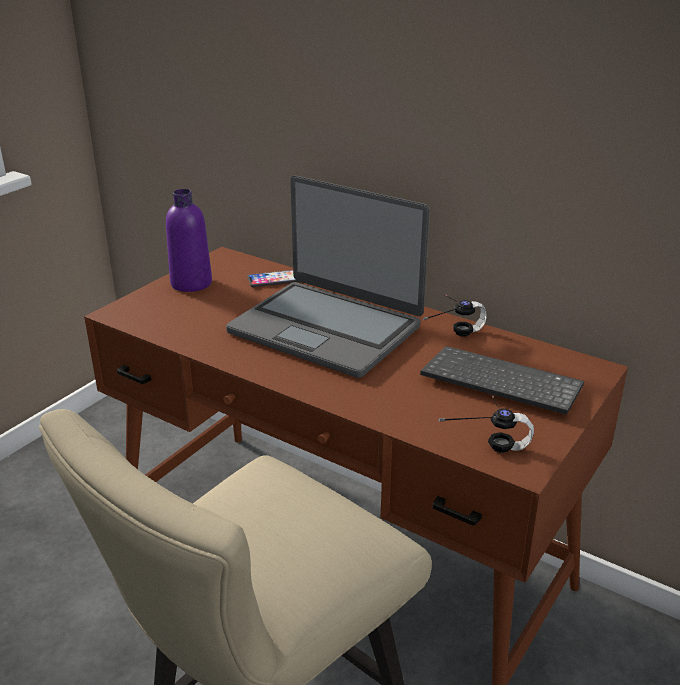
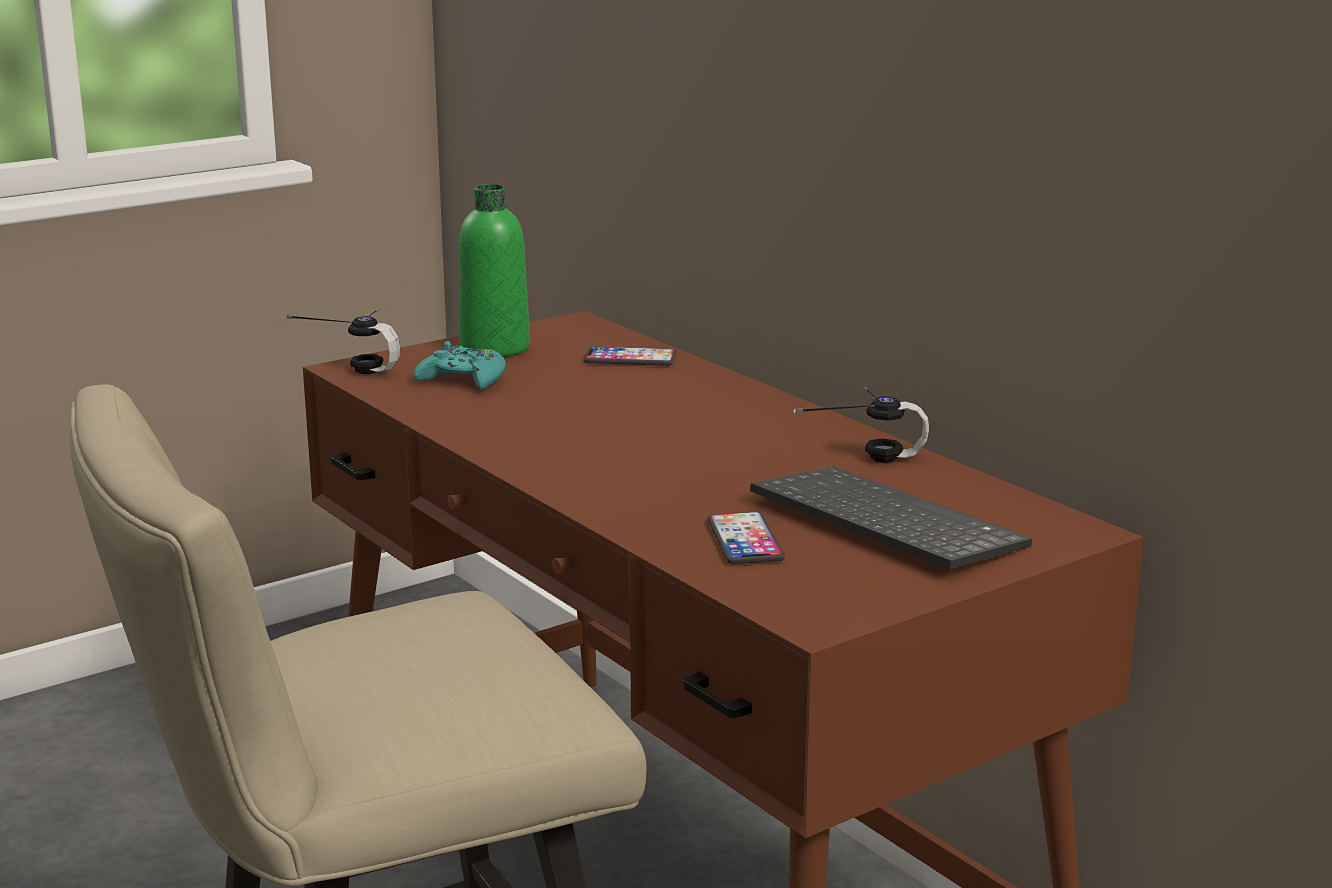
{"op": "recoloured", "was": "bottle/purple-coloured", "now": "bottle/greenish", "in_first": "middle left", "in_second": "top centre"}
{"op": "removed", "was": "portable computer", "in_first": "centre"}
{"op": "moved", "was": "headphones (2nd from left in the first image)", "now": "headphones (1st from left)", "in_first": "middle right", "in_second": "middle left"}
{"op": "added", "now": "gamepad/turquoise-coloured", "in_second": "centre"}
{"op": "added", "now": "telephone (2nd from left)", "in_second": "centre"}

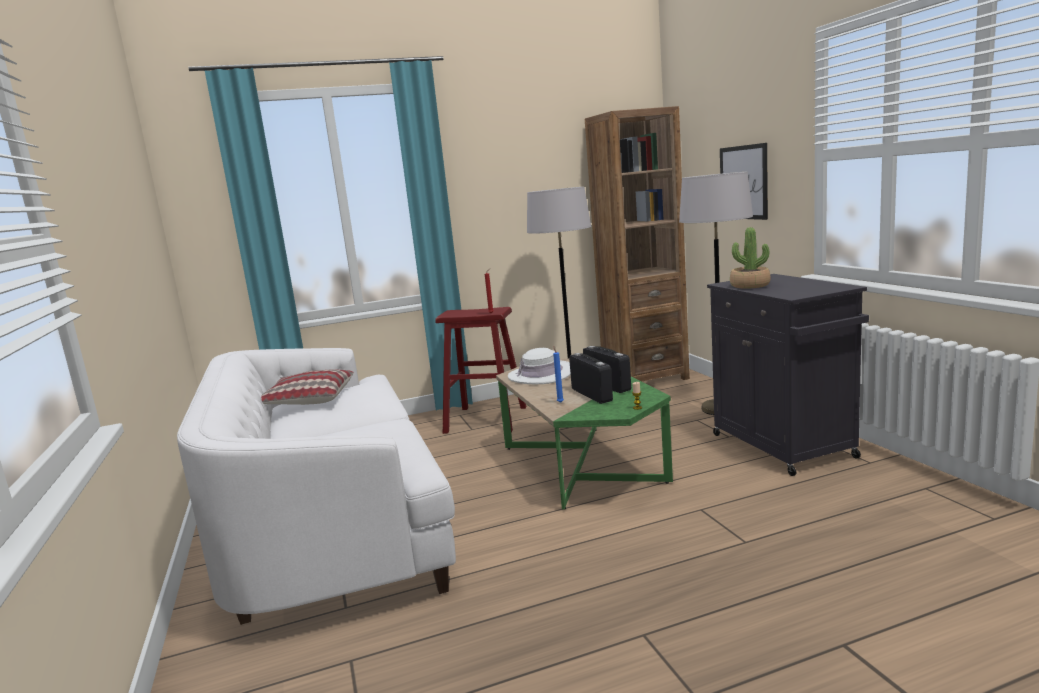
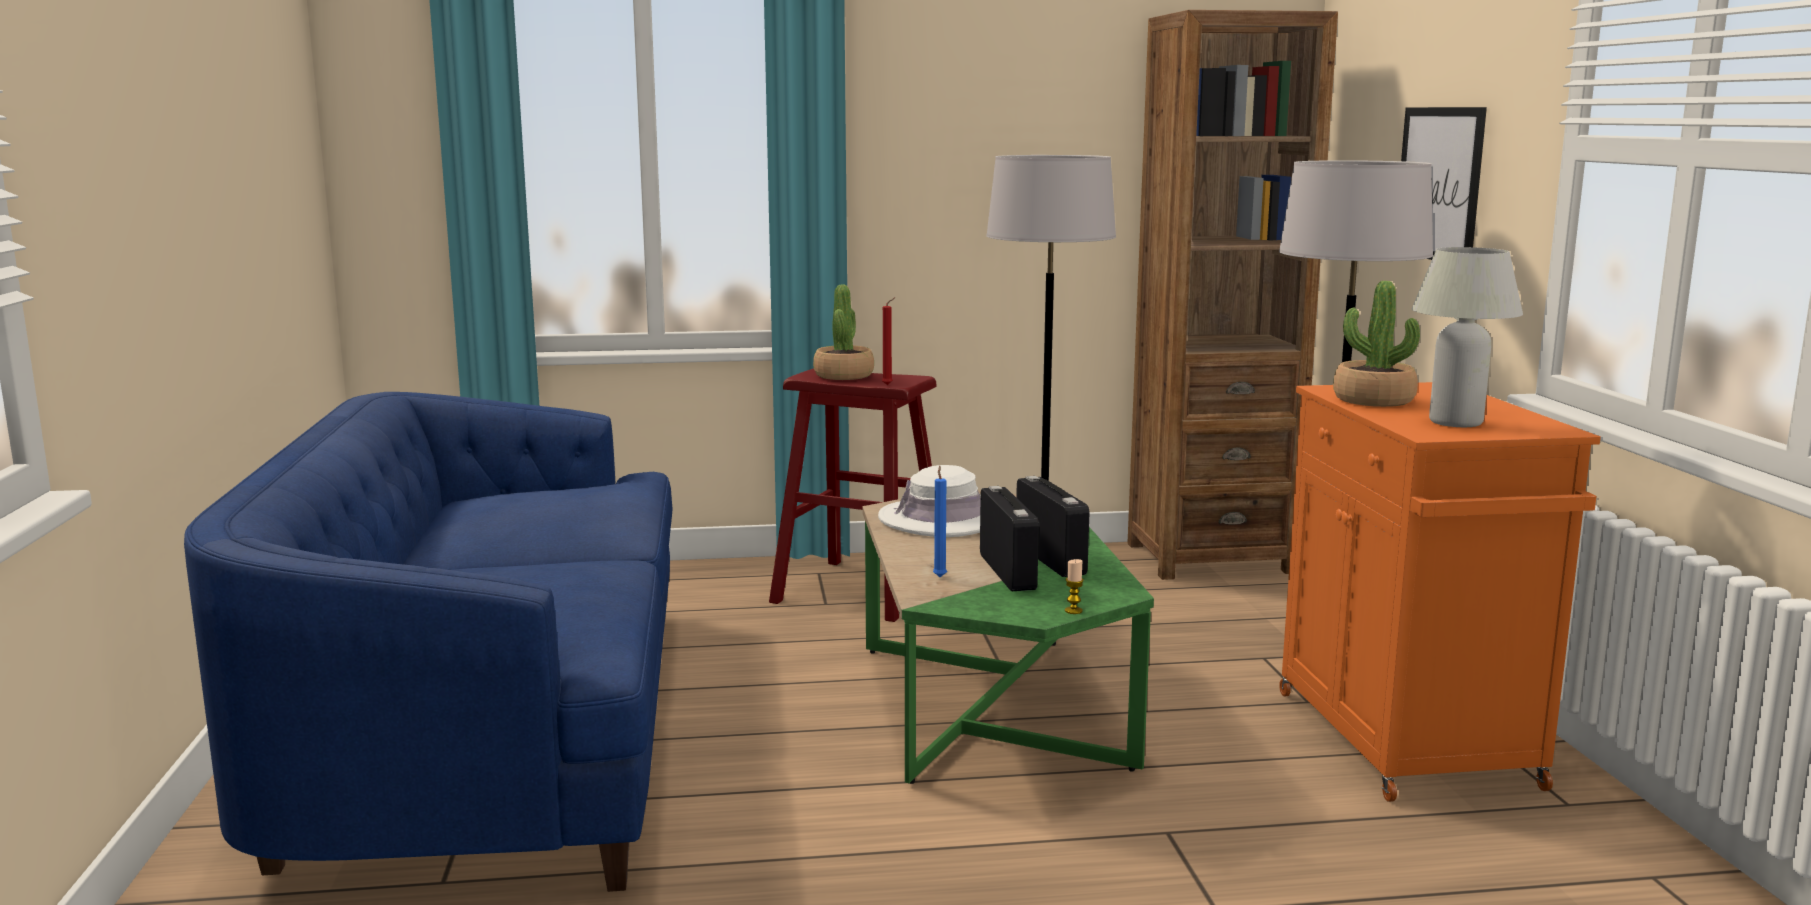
{"op": "recoloured", "was": "sofa/white-coloured", "now": "sofa/blue", "in_first": "bottom left", "in_second": "bottom left"}
{"op": "removed", "was": "throw pillow", "in_first": "middle left"}
{"op": "recoloured", "was": "storage cabinet/black", "now": "storage cabinet/orange-coloured", "in_first": "middle right", "in_second": "middle right"}
{"op": "added", "now": "plant in a pot (1st from left)", "in_second": "centre"}
{"op": "added", "now": "tabletop lamp/white-coloured", "in_second": "middle right"}

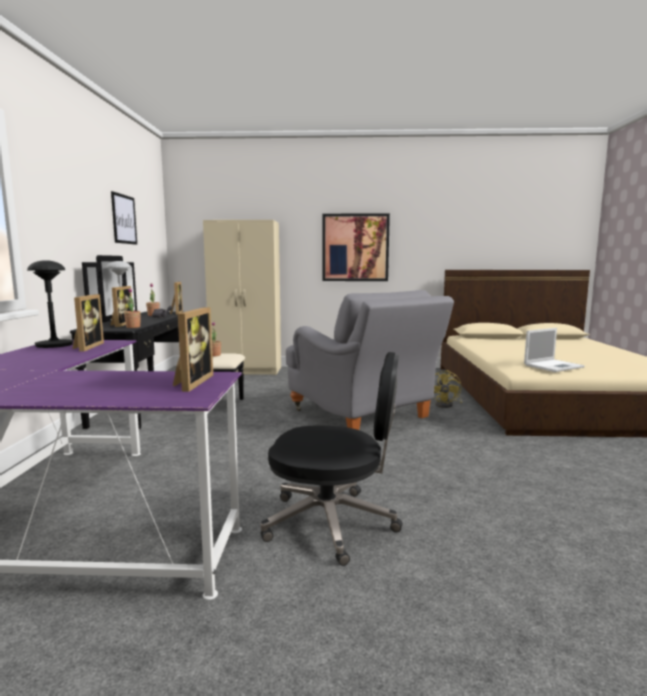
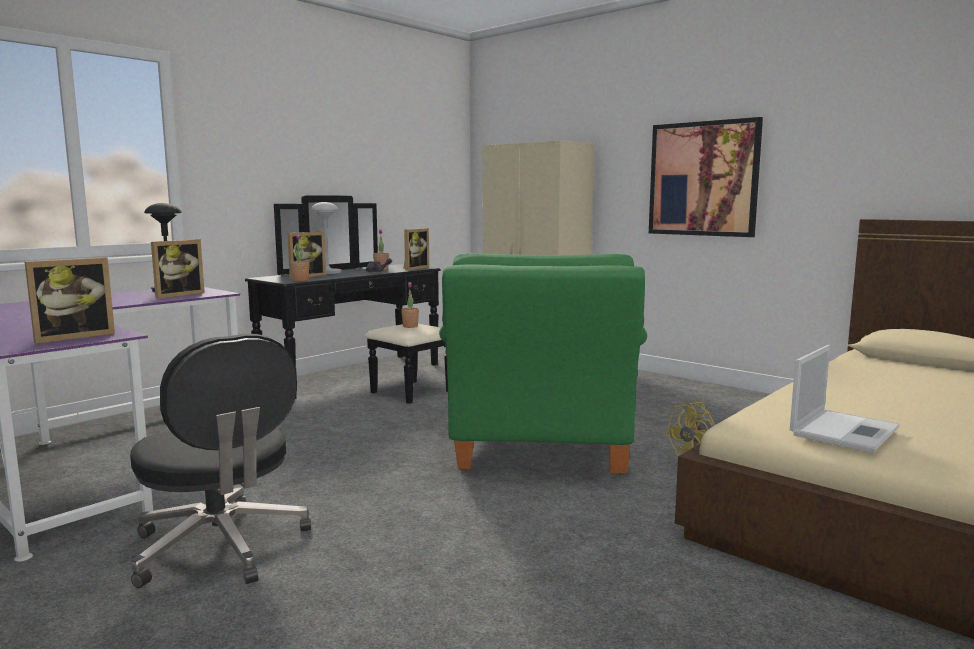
{"op": "removed", "was": "picture (1st from left)", "in_first": "top left"}
{"op": "recoloured", "was": "armchair/greyish", "now": "armchair/greenish", "in_first": "centre", "in_second": "centre"}
{"op": "turned", "was": "portable computer", "in_first": "middle right", "in_second": "middle right", "clockwise": -60}

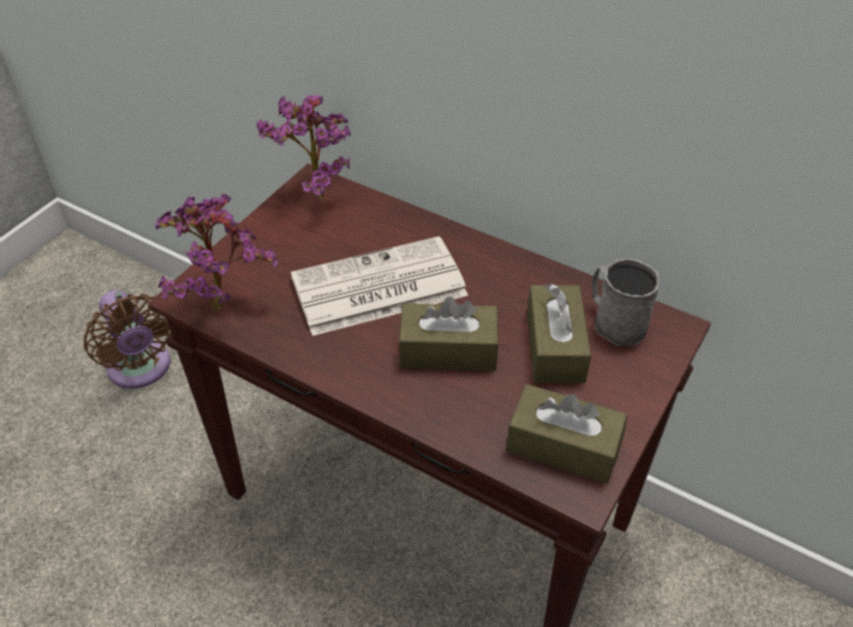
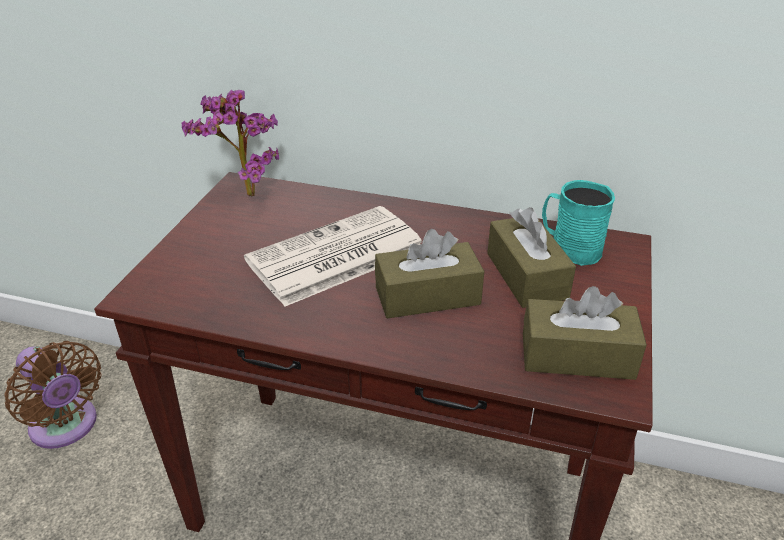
{"op": "removed", "was": "plant in a pot (1st from left)", "in_first": "middle left"}
{"op": "recoloured", "was": "tea mug/greyish", "now": "tea mug/turquoise-coloured", "in_first": "middle right", "in_second": "middle right"}

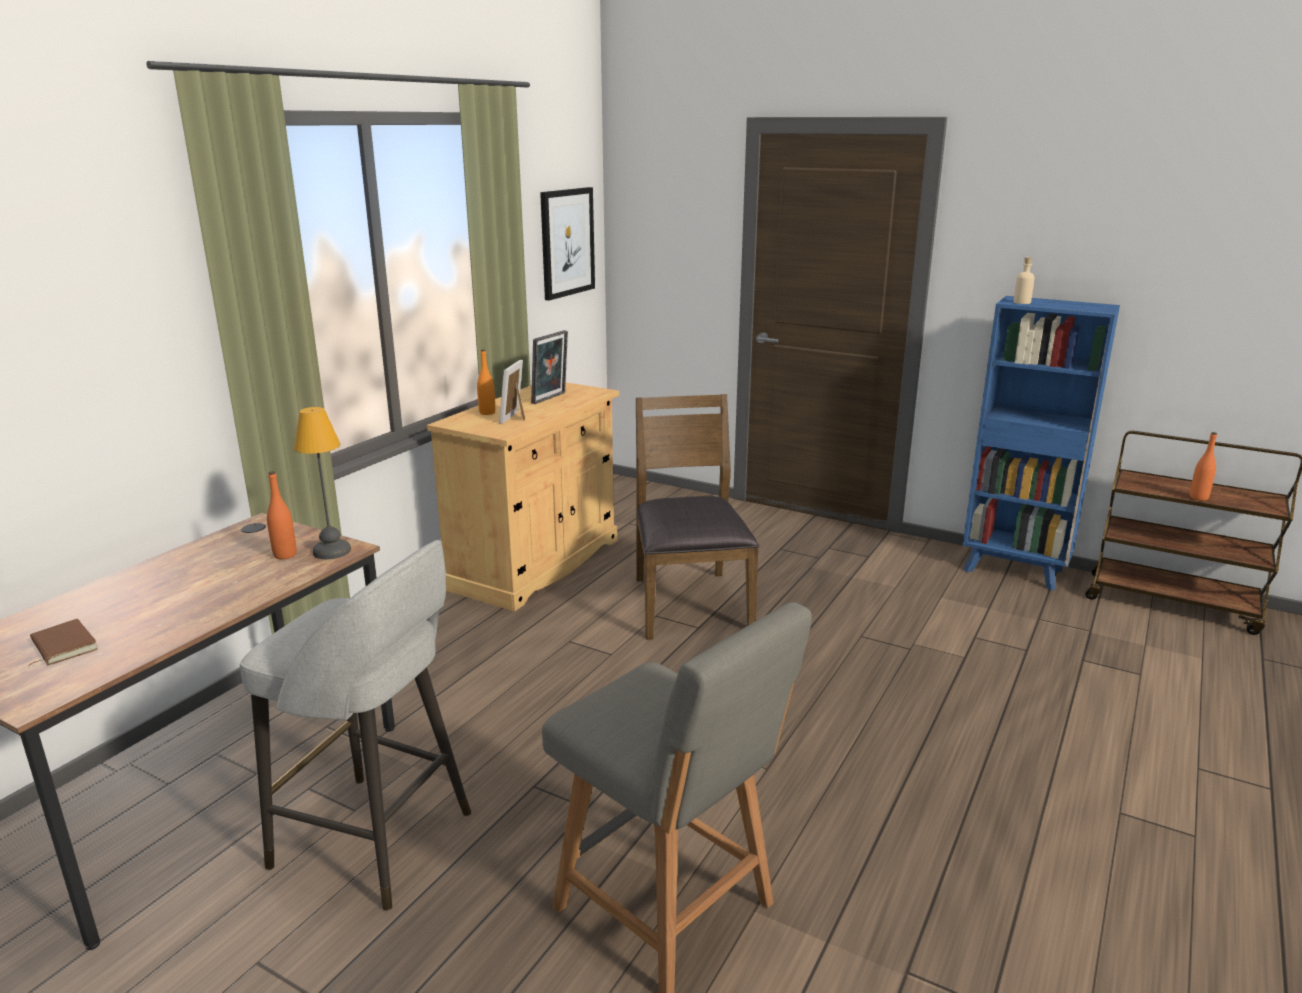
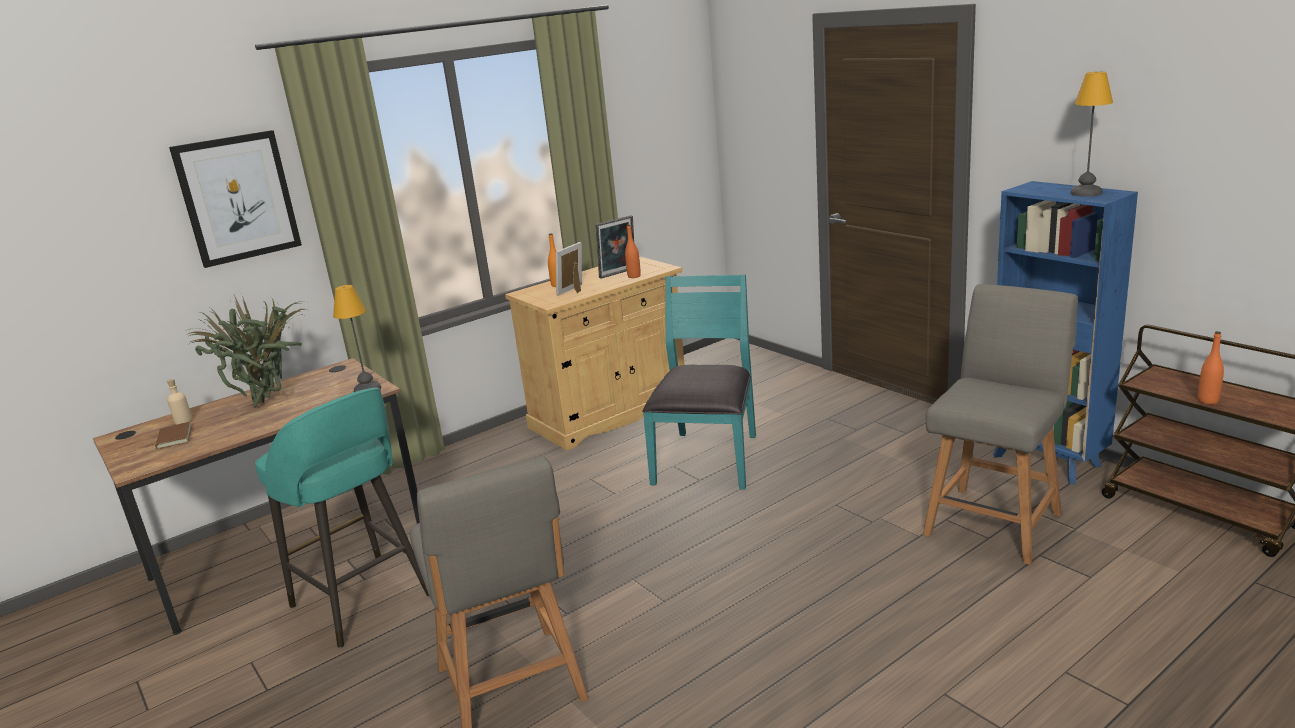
{"op": "recoloured", "was": "stool seat/greyish", "now": "stool seat/turquoise-coloured", "in_first": "bottom left", "in_second": "bottom left"}
{"op": "moved", "was": "bottle/orange-coloured (1st from left in the first image)", "now": "bottle/orange-coloured (2nd from left)", "in_first": "middle left", "in_second": "centre"}
{"op": "moved", "was": "picture", "in_first": "top centre", "in_second": "top left"}
{"op": "recoloured", "was": "upright chair/brownish", "now": "upright chair/turquoise-coloured", "in_first": "centre", "in_second": "centre"}
{"op": "moved", "was": "bottle/beige-coloured", "in_first": "top right", "in_second": "middle left"}
{"op": "added", "now": "plant in a pot", "in_second": "middle left"}
{"op": "added", "now": "upright chair/greyish (2nd from left)", "in_second": "middle right"}
{"op": "added", "now": "tabletop lamp (2nd from left)", "in_second": "top right"}

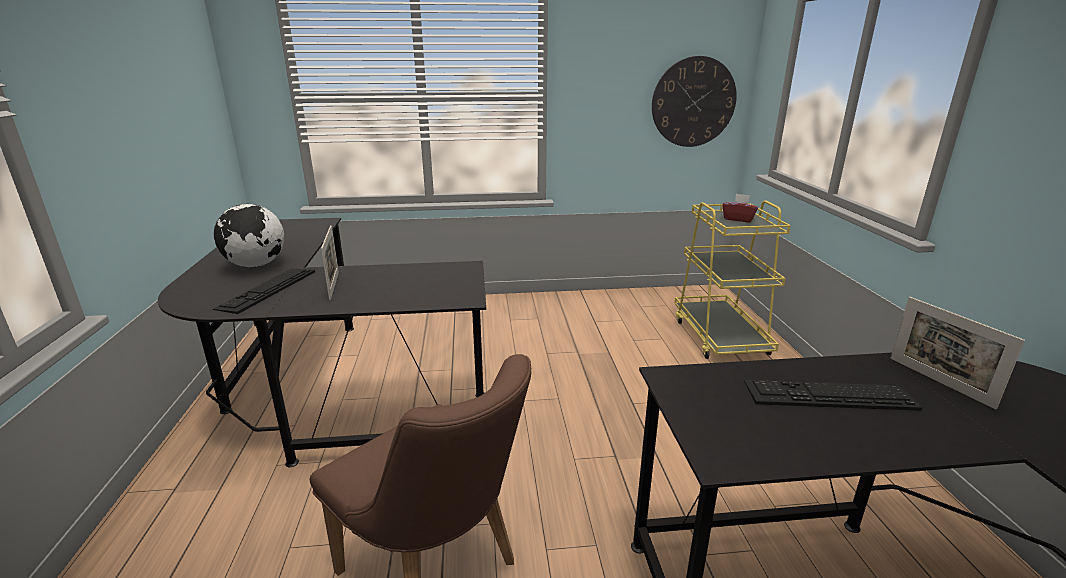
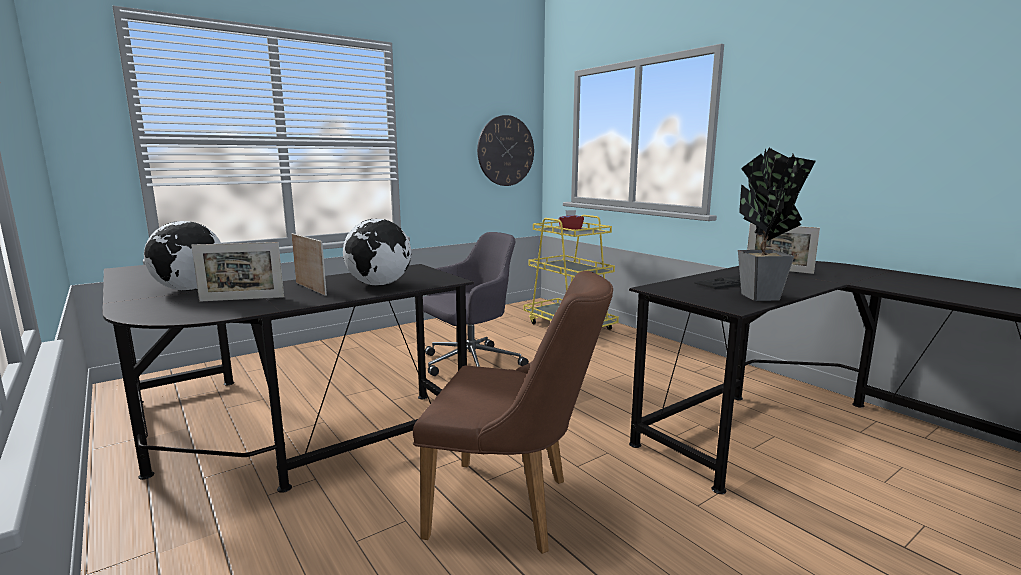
{"op": "replaced", "was": "PC keyboard (1st from left)", "now": "photo frame (1st from left)", "in_first": "middle left", "in_second": "middle left"}
{"op": "added", "now": "world globe (2nd from left)", "in_second": "centre"}
{"op": "added", "now": "desk chair/greyish", "in_second": "centre"}
{"op": "added", "now": "plant in a pot", "in_second": "middle right"}

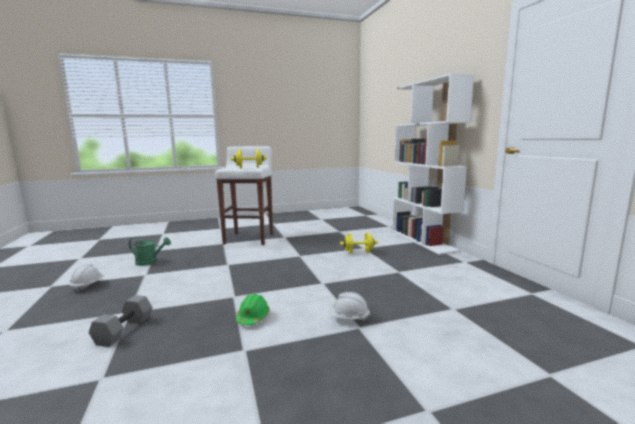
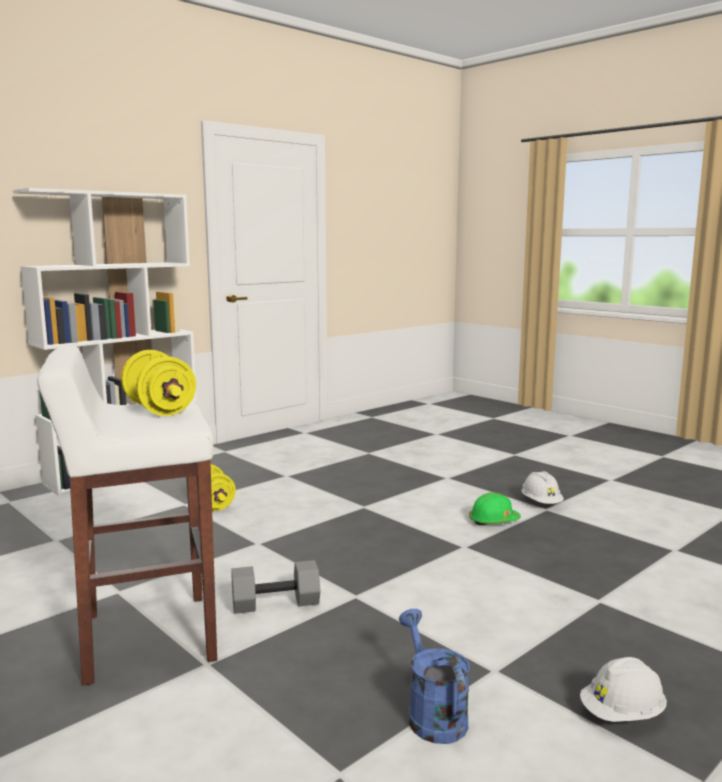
{"op": "moved", "was": "hand weight/greyish", "in_first": "bottom left", "in_second": "bottom centre"}
{"op": "recoloured", "was": "watering can/greenish", "now": "watering can/blue", "in_first": "middle left", "in_second": "bottom centre"}
{"op": "moved", "was": "work helmet/white-coloured (2nd from left in the first image)", "now": "work helmet/white-coloured (1st from left)", "in_first": "bottom centre", "in_second": "middle right"}

